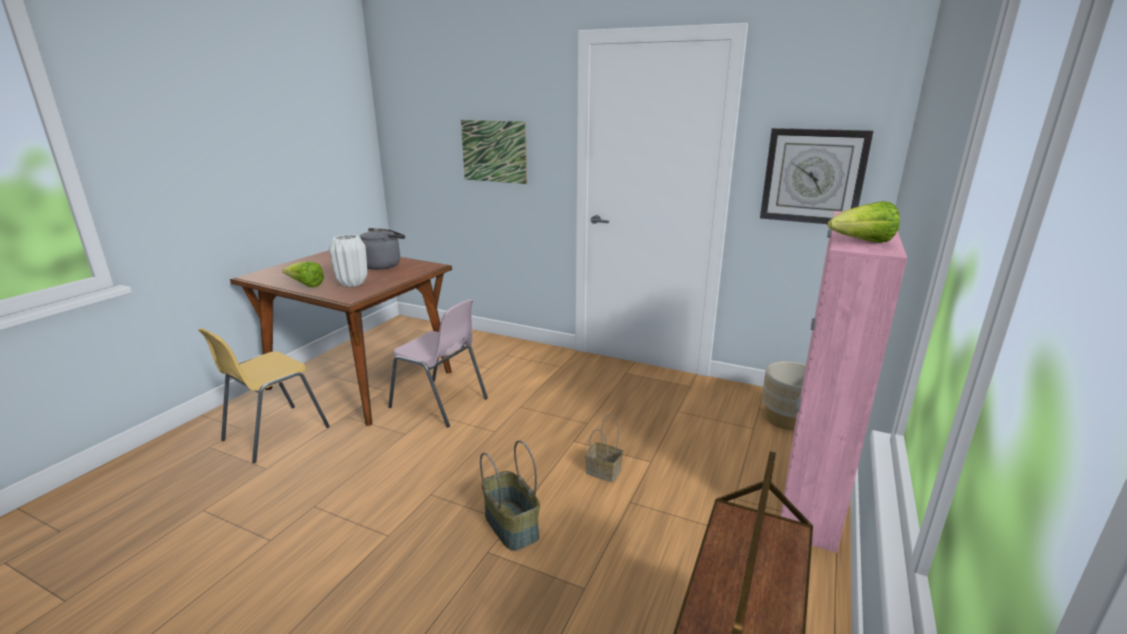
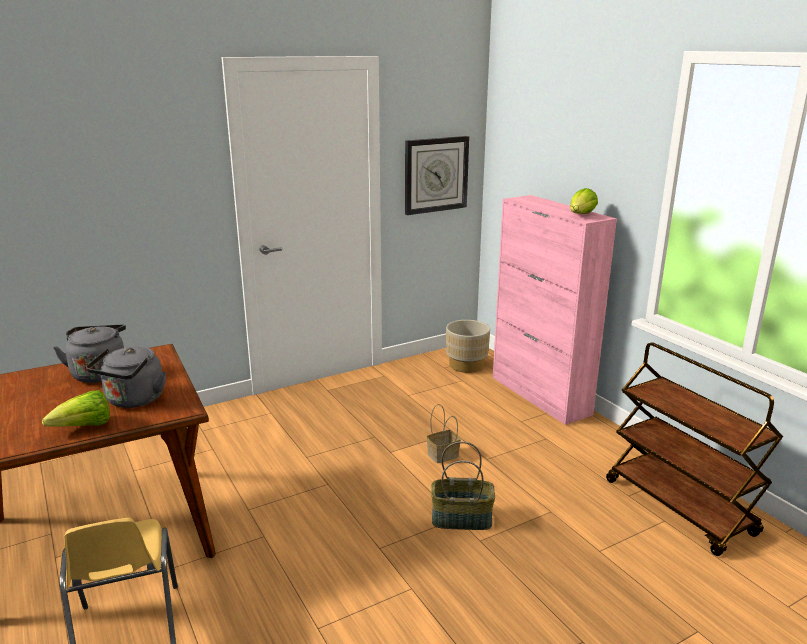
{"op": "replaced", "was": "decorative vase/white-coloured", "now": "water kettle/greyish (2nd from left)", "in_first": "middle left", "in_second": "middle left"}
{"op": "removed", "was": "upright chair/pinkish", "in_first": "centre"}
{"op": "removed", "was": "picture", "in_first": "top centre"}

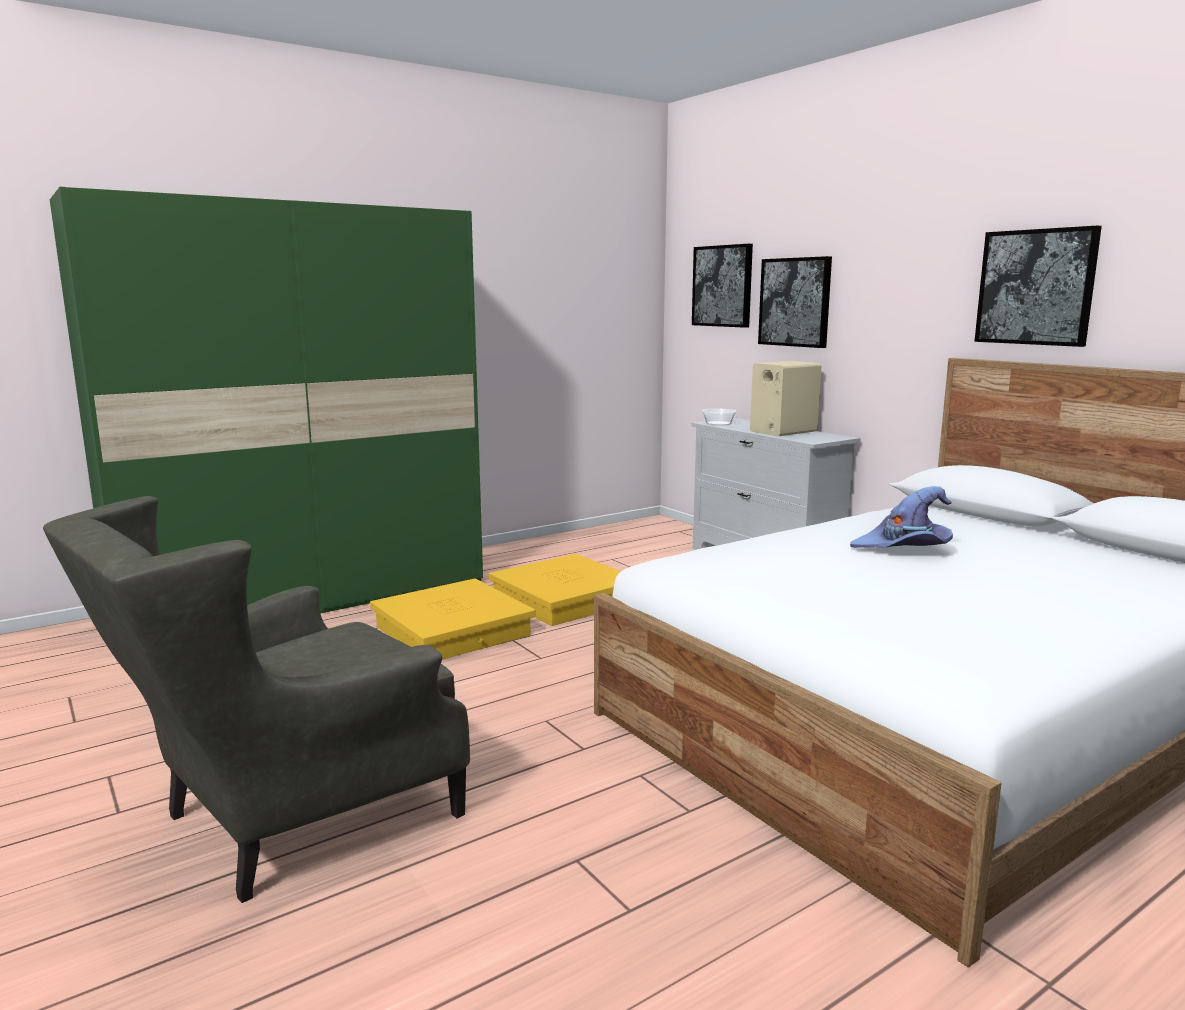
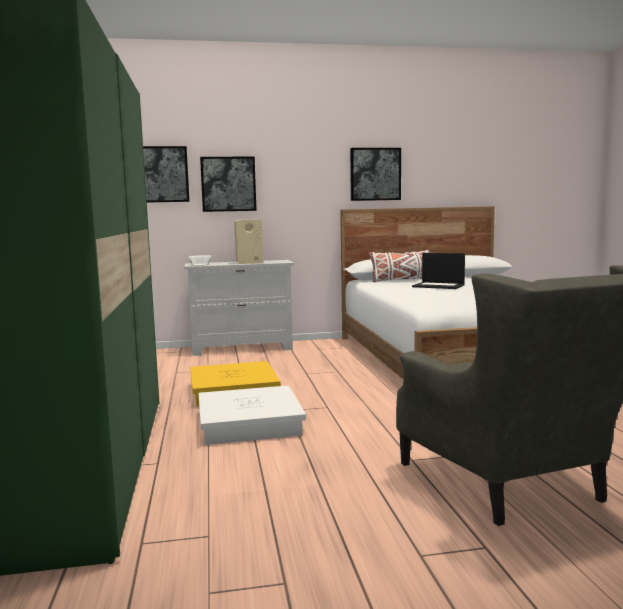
{"op": "recoloured", "was": "storage bin/yellowish (1st from left)", "now": "storage bin/white-coloured", "in_first": "centre", "in_second": "bottom centre"}
{"op": "replaced", "was": "hat/purple-coloured", "now": "portable computer", "in_first": "middle right", "in_second": "middle right"}
{"op": "added", "now": "throw pillow/white-coloured", "in_second": "centre"}

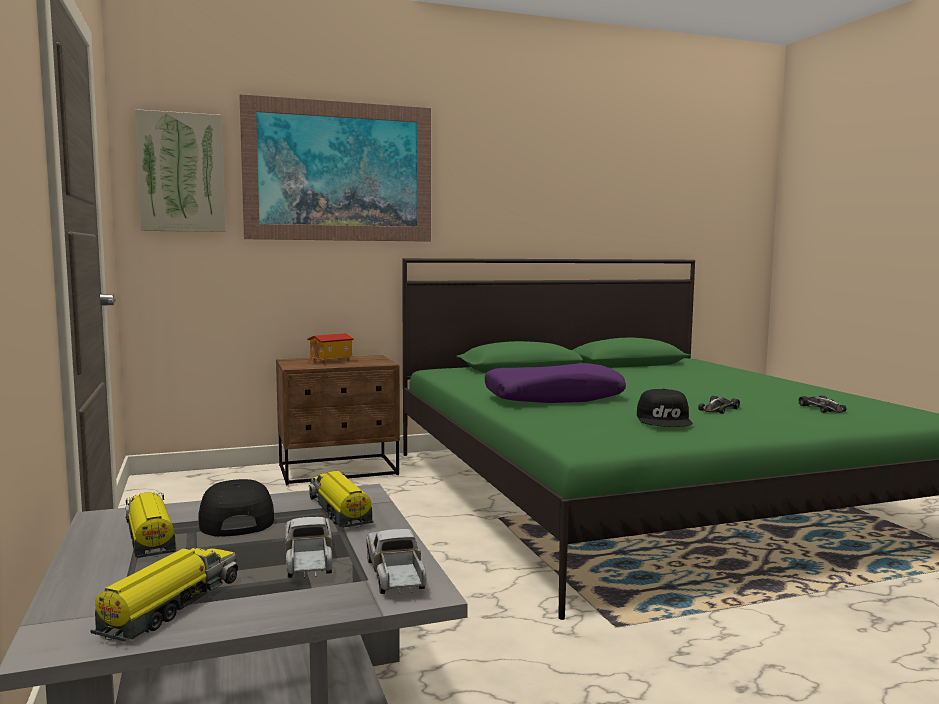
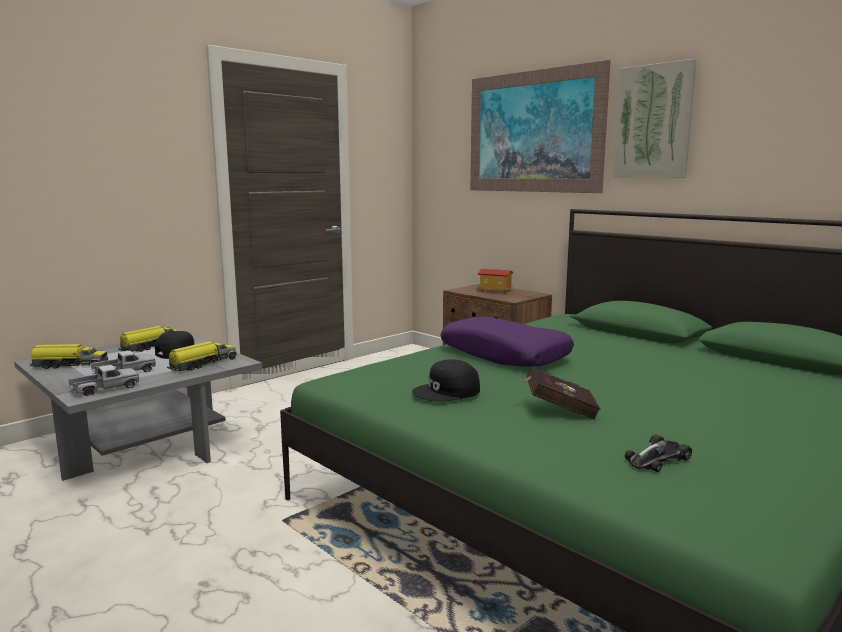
{"op": "moved", "was": "picture (1st from left in the first image)", "now": "picture (2nd from left)", "in_first": "top left", "in_second": "top right"}
{"op": "replaced", "was": "model car (1st from left)", "now": "book/reddish", "in_first": "middle right", "in_second": "centre"}

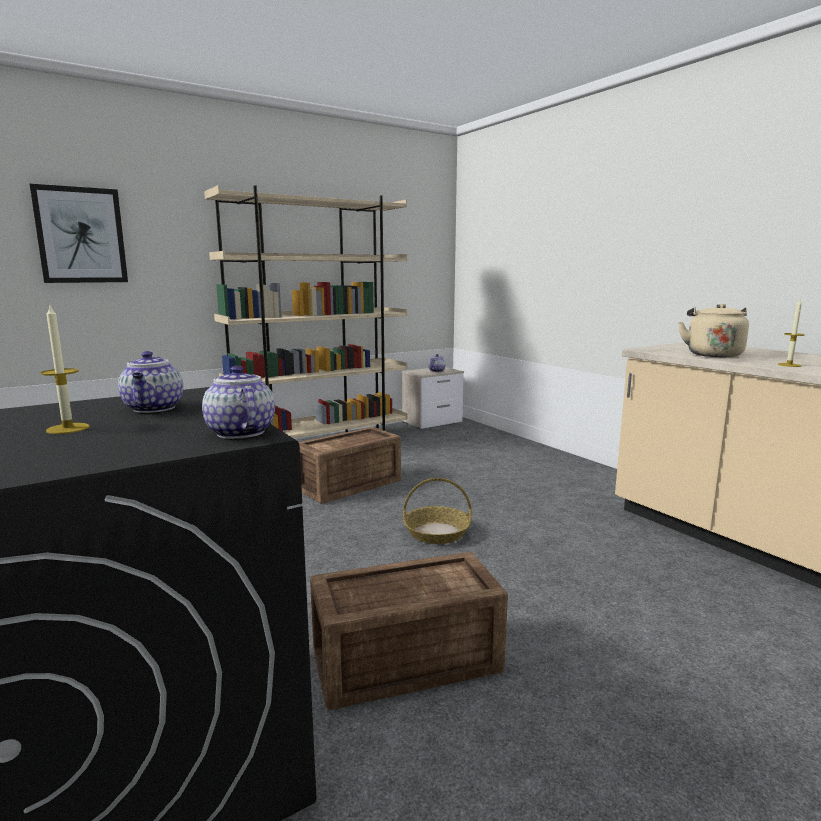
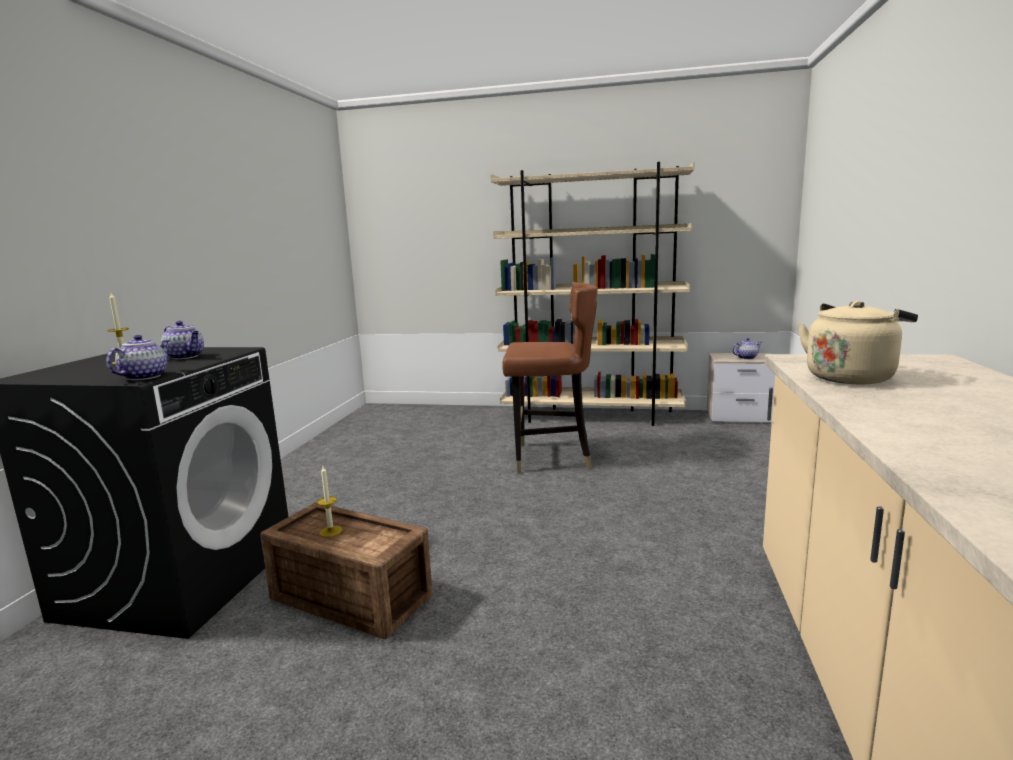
{"op": "removed", "was": "picture", "in_first": "top left"}
{"op": "turned", "was": "tea pot (1st from left in the first image)", "in_first": "middle left", "in_second": "middle left", "clockwise": -90}
{"op": "replaced", "was": "packing crate (1st from left)", "now": "upright chair/brownish", "in_first": "centre", "in_second": "centre"}
{"op": "removed", "was": "basket", "in_first": "centre"}
{"op": "moved", "was": "wax candle (2nd from left)", "in_first": "middle right", "in_second": "middle left"}

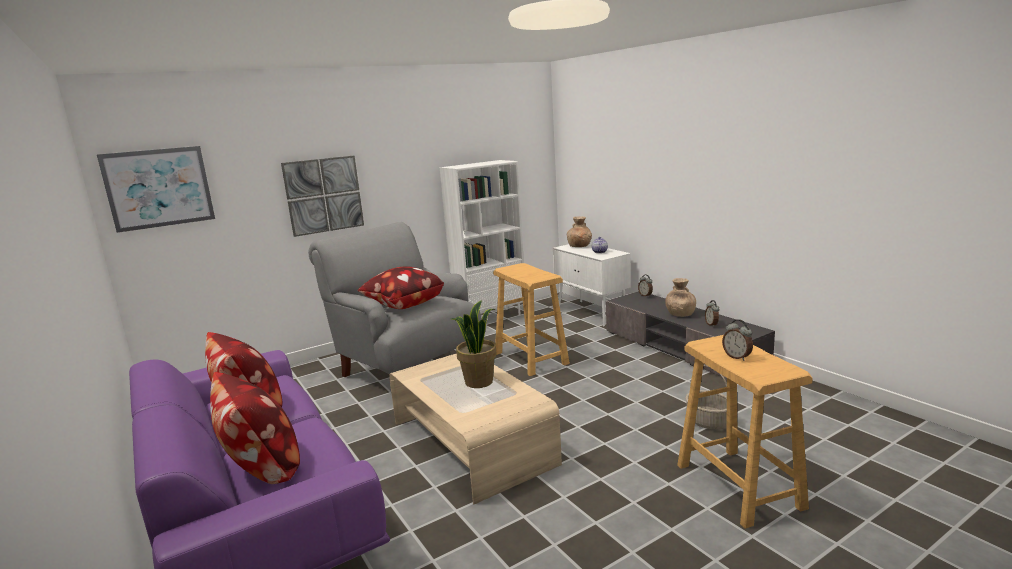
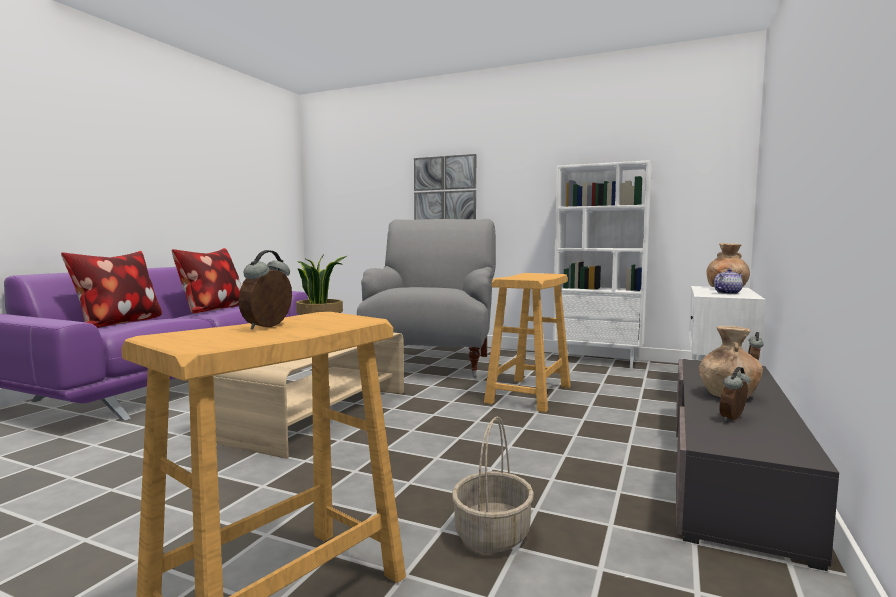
{"op": "removed", "was": "picture (1st from left)", "in_first": "top left"}
{"op": "removed", "was": "throw pillow (3rd from left)", "in_first": "centre"}

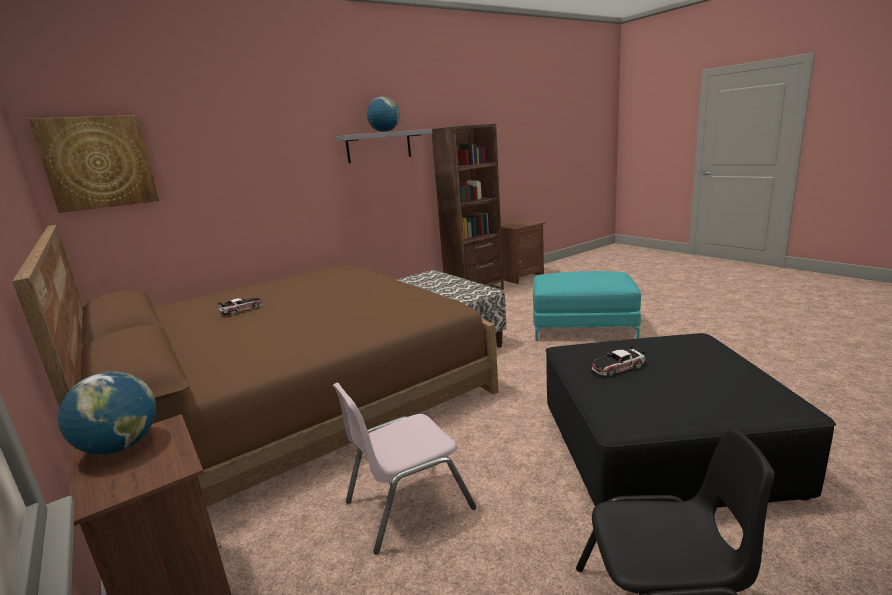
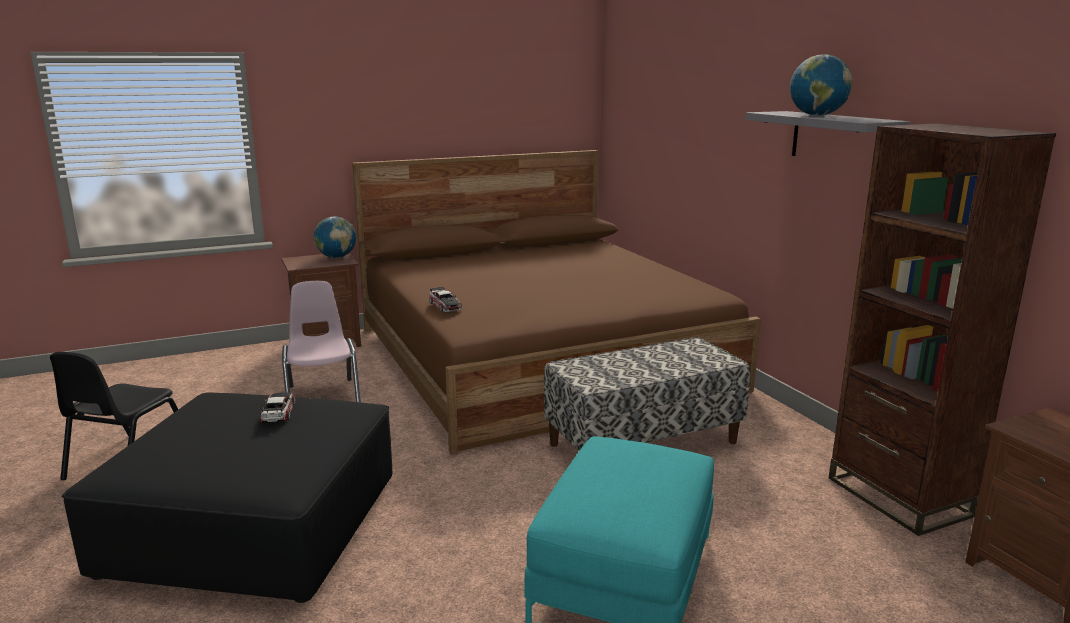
{"op": "removed", "was": "picture", "in_first": "top left"}
{"op": "moved", "was": "model car (1st from left in the first image)", "now": "model car (2nd from left)", "in_first": "middle left", "in_second": "centre"}

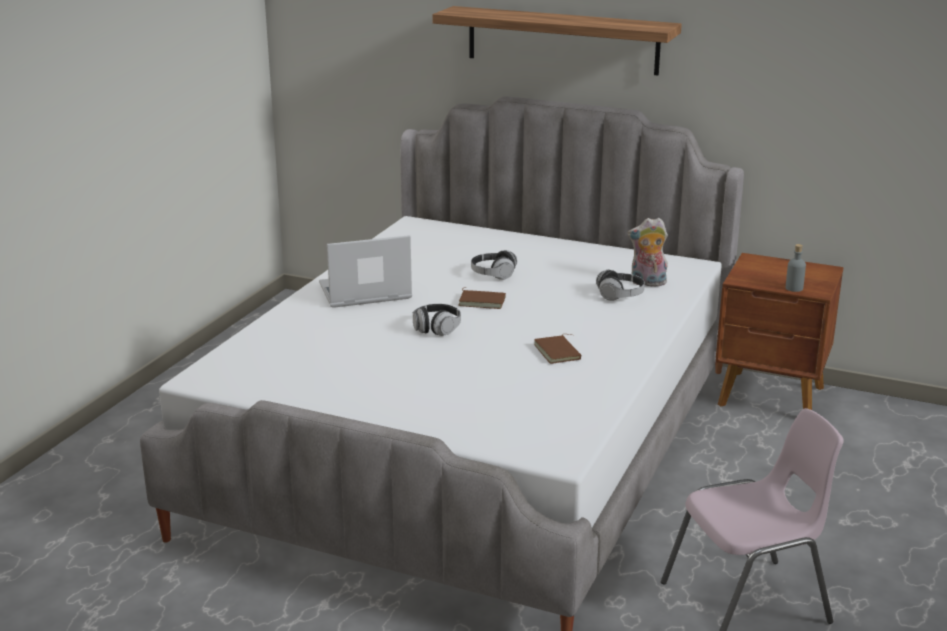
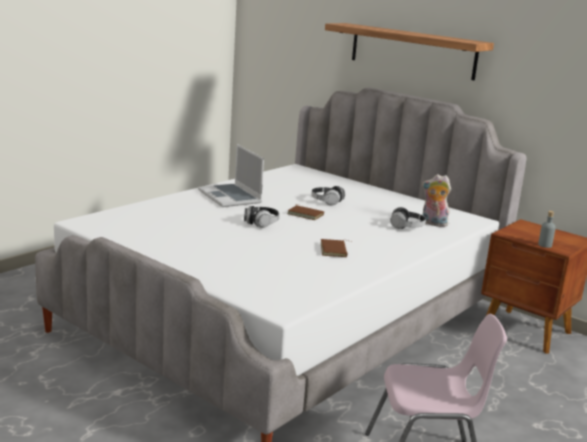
{"op": "turned", "was": "portable computer", "in_first": "centre", "in_second": "centre", "clockwise": -120}

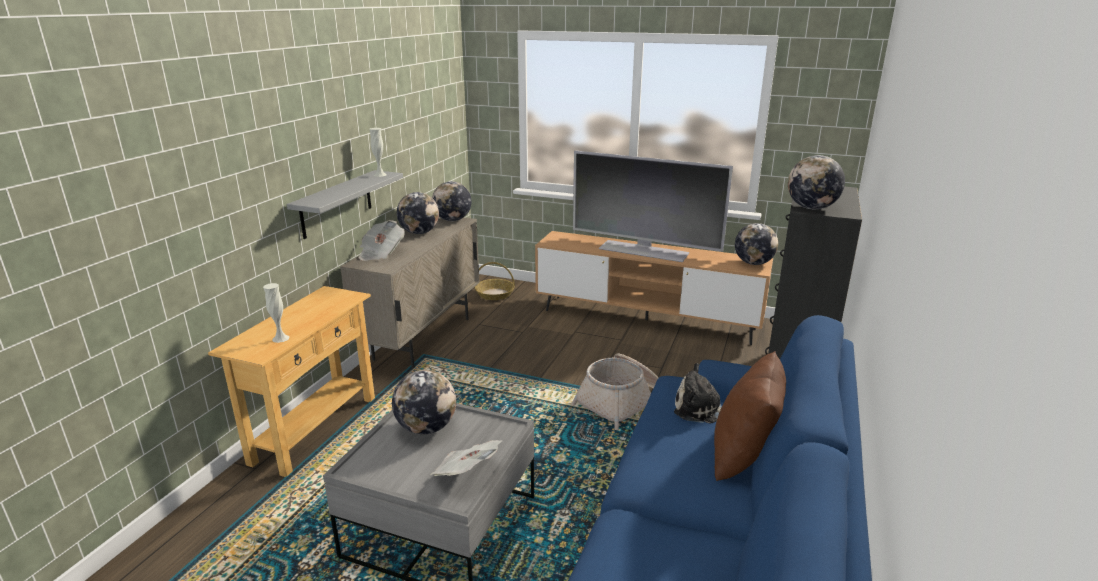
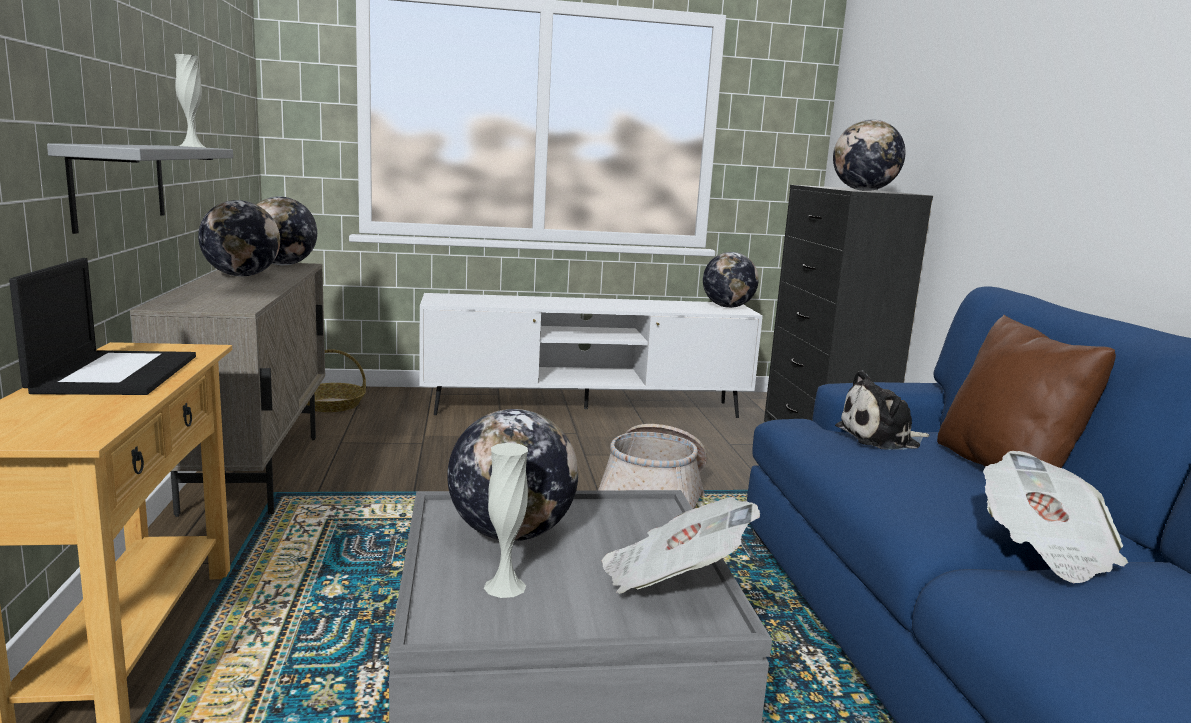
{"op": "moved", "was": "decorative vase/white-coloured (1st from left in the first image)", "now": "decorative vase/white-coloured (2nd from left)", "in_first": "middle left", "in_second": "bottom centre"}
{"op": "moved", "was": "printed paper (1st from left in the first image)", "now": "printed paper (2nd from left)", "in_first": "centre", "in_second": "bottom right"}
{"op": "recoloured", "was": "tv stand/brownish", "now": "tv stand/white-coloured", "in_first": "centre", "in_second": "centre"}
{"op": "removed", "was": "TV set", "in_first": "centre"}
{"op": "added", "now": "portable computer", "in_second": "middle left"}

